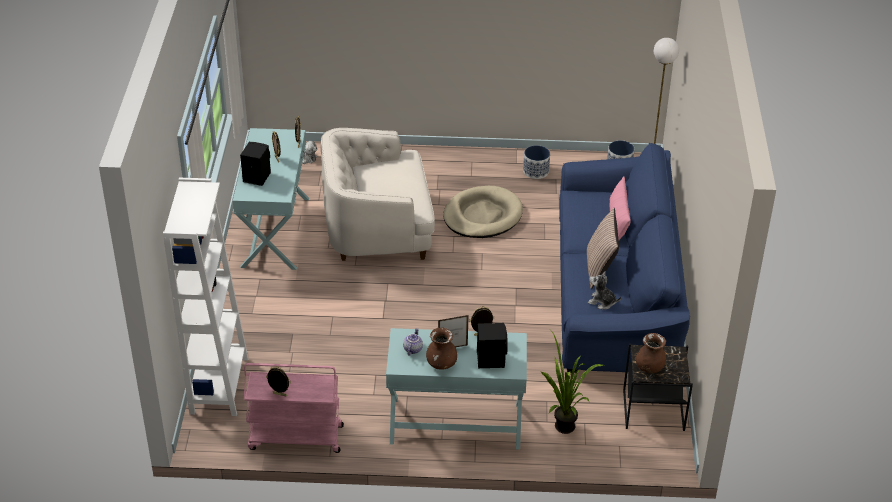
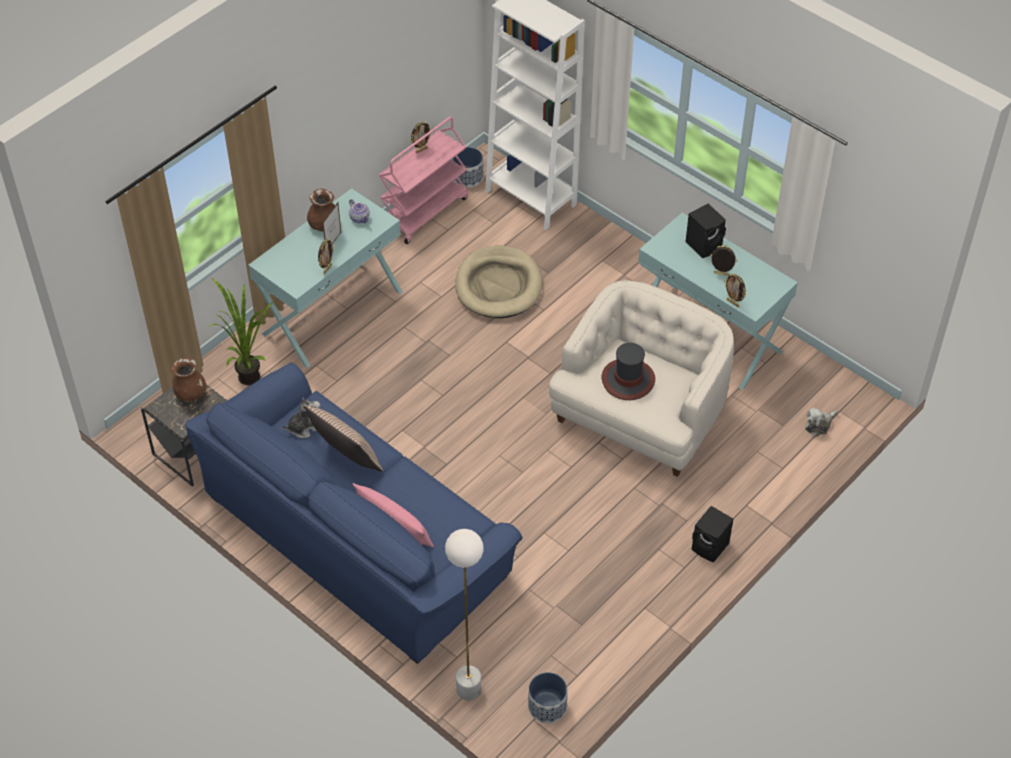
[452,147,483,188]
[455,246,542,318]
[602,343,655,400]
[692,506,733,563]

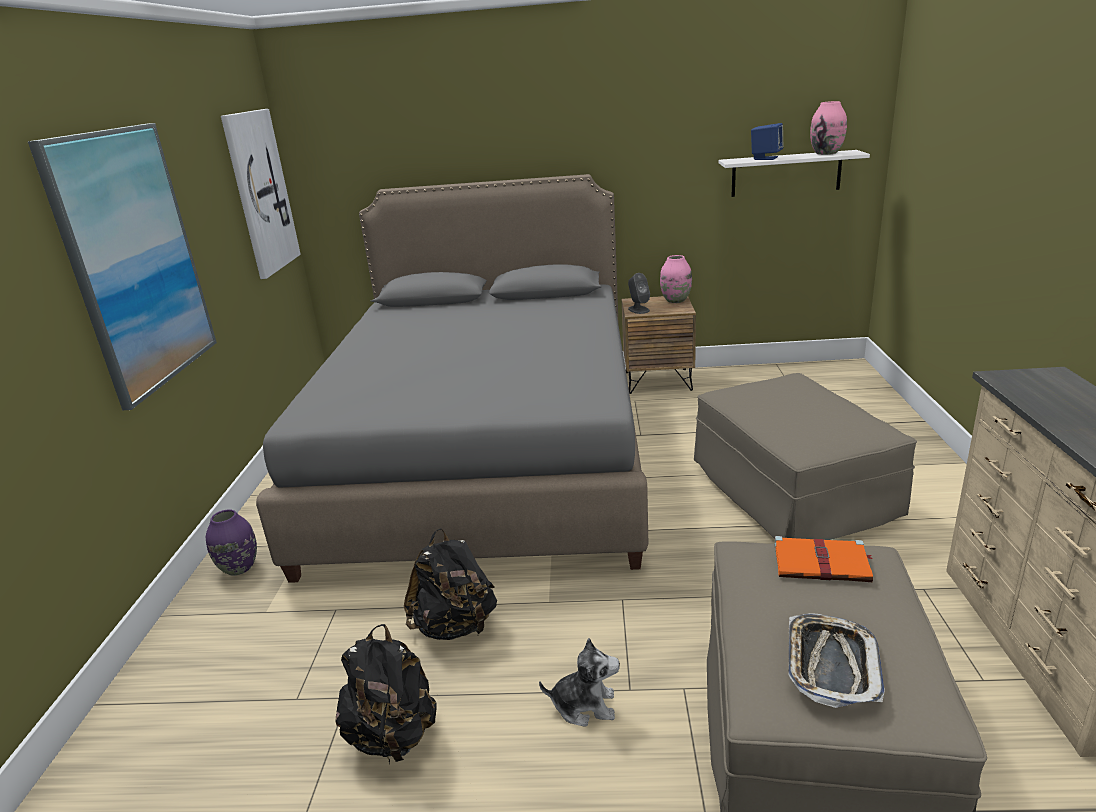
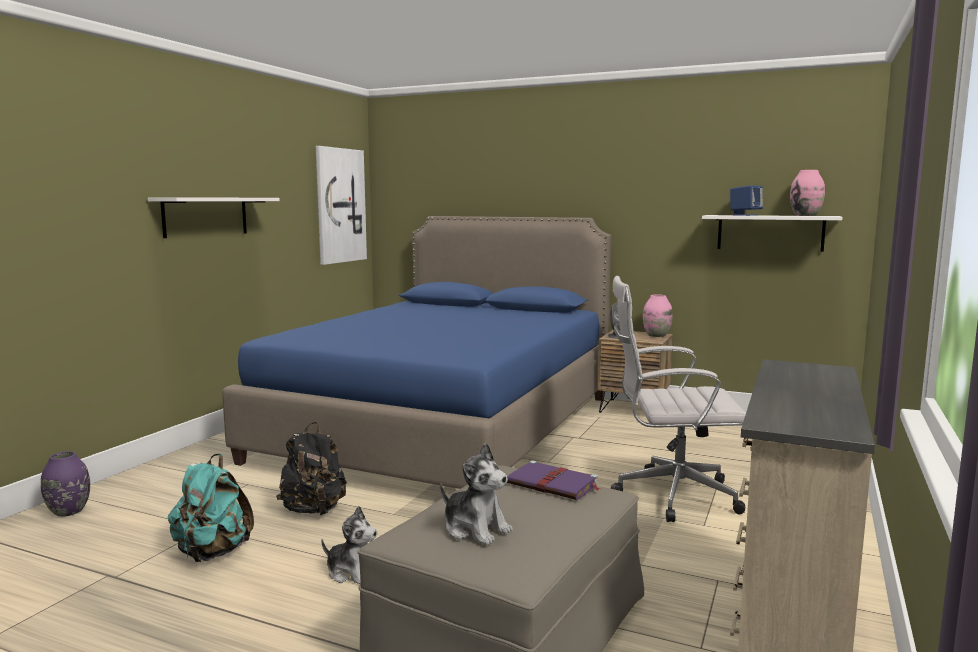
[41,451,90,517]
[148,197,280,238]
[168,454,254,562]
[222,216,611,489]
[440,443,513,545]
[507,460,600,500]
[611,276,746,522]

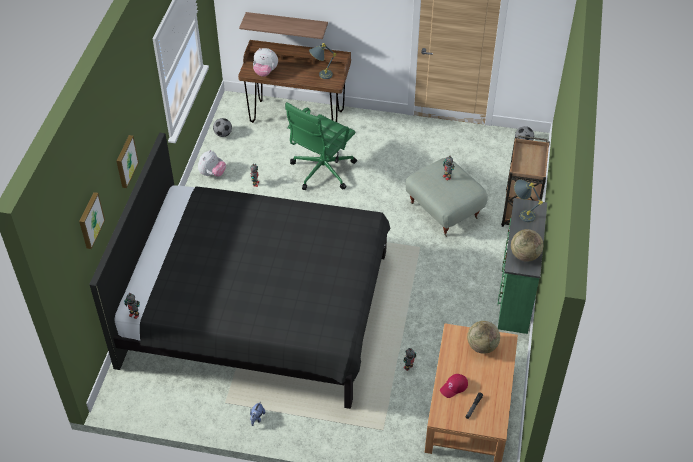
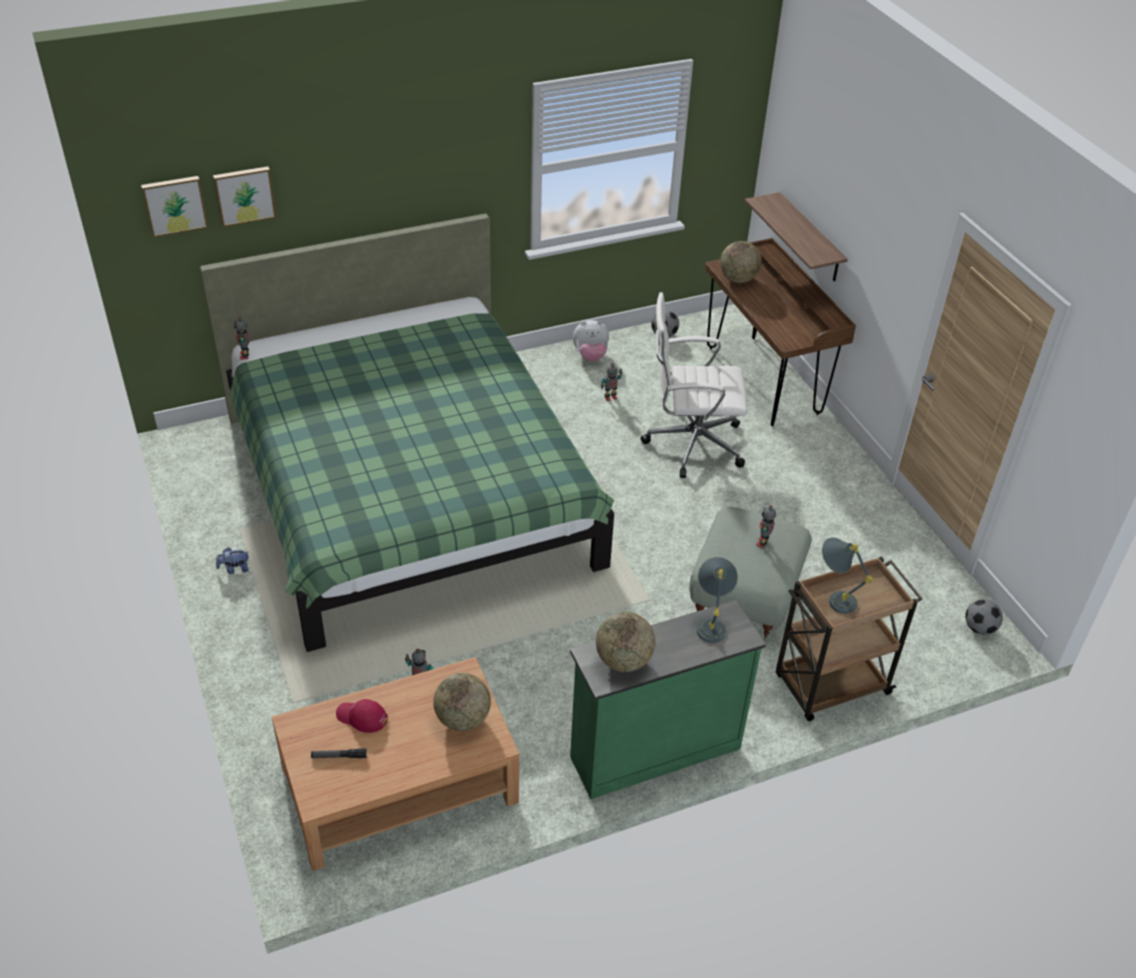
[141,176,208,237]
[200,214,614,652]
[641,292,747,478]
[720,241,762,283]
[822,537,873,614]

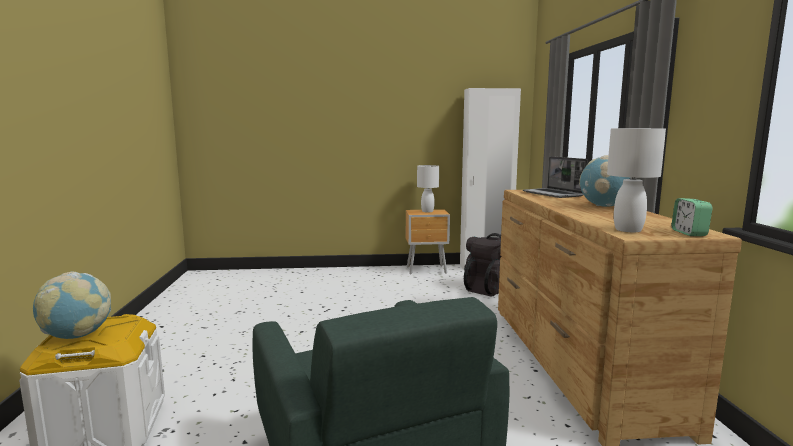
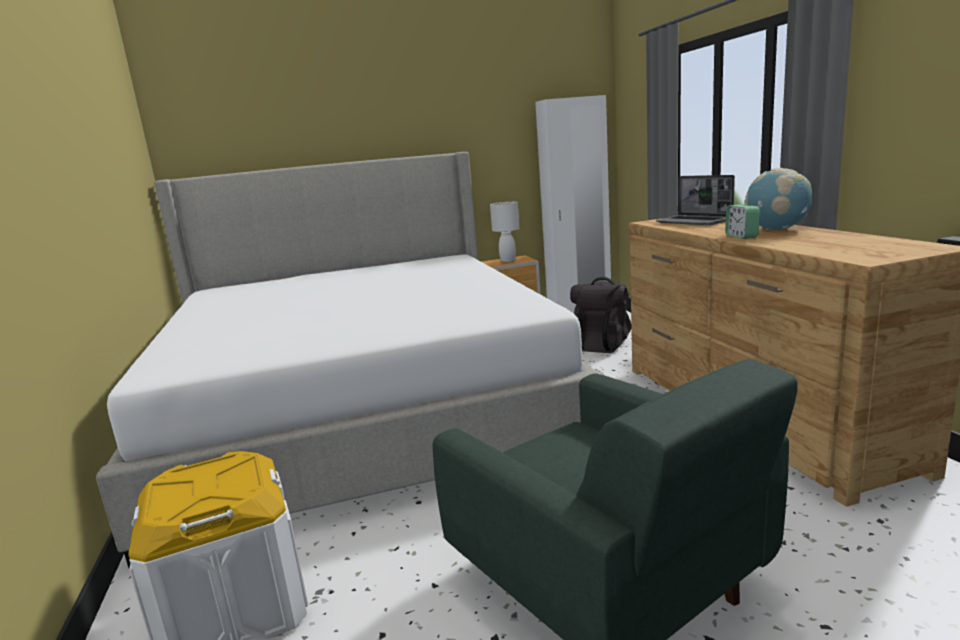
[96,152,605,568]
[725,204,760,239]
[33,272,111,339] (first image)
[607,128,666,232] (first image)

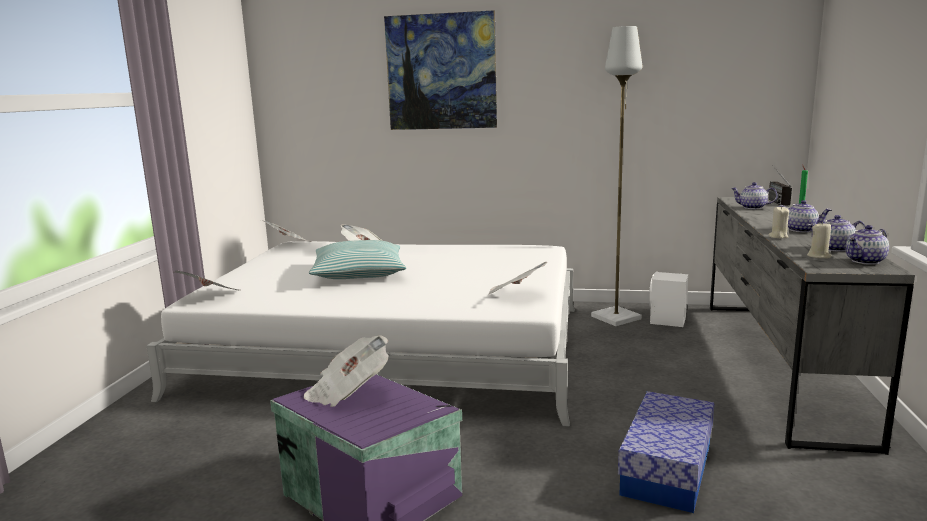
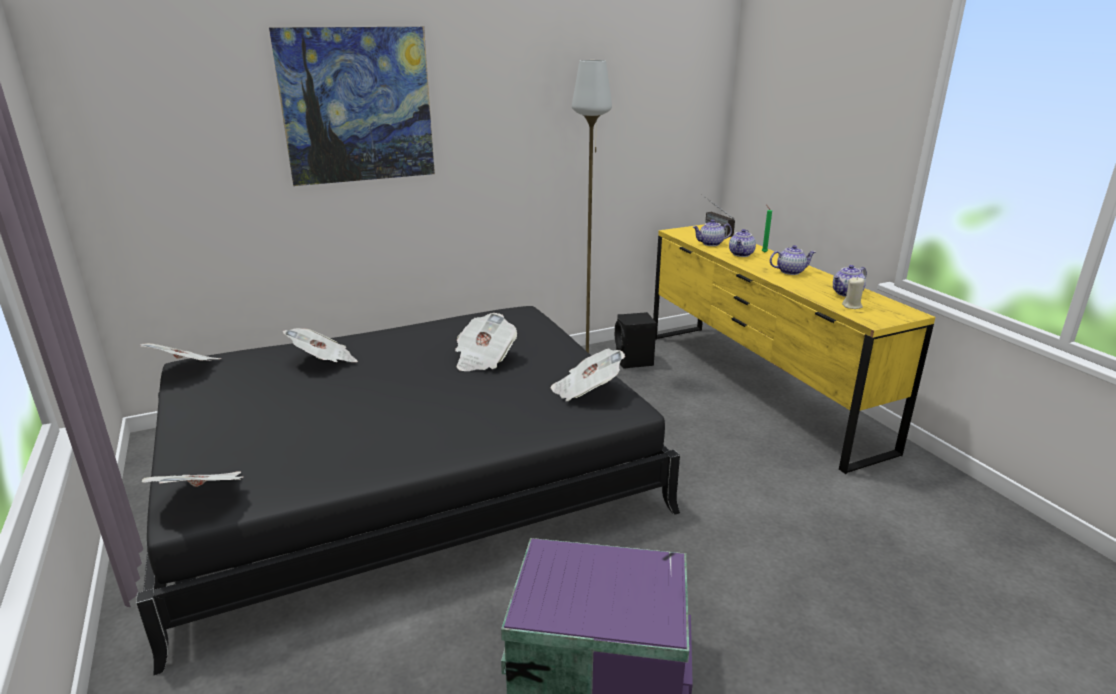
[136,306,680,676]
[455,313,517,371]
[615,312,656,369]
[653,224,935,474]
[729,229,756,257]
[309,240,406,279] (first image)
[618,391,714,513] (first image)
[769,206,789,239] (first image)

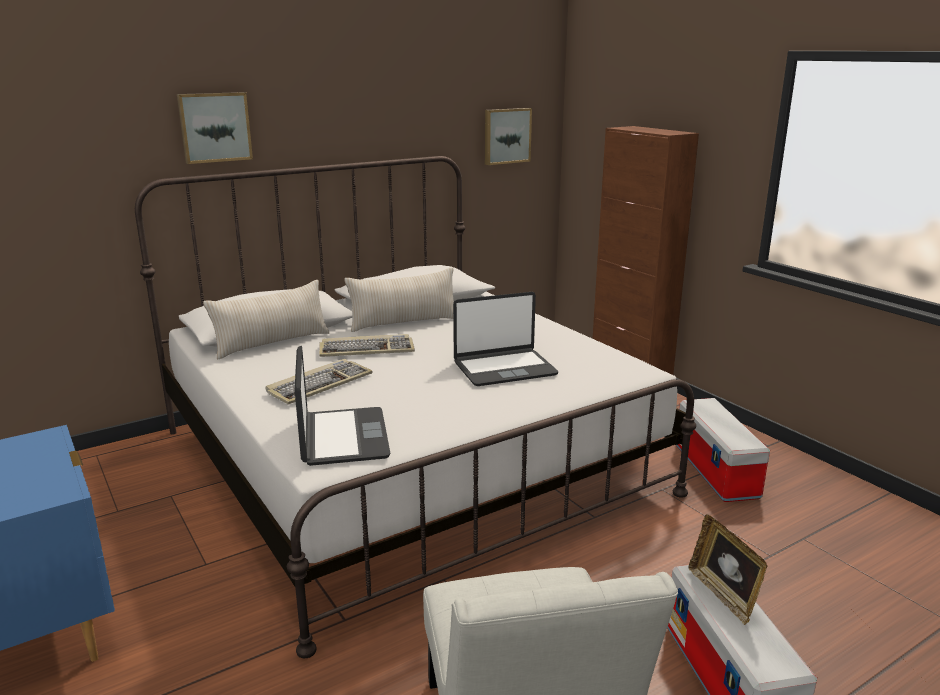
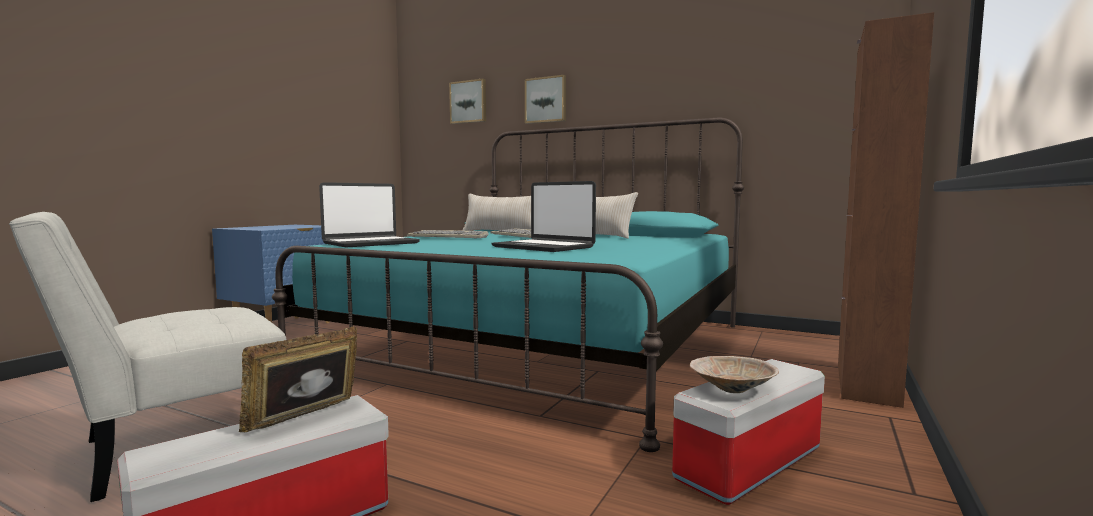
[272,118,744,452]
[449,79,486,124]
[690,356,779,393]

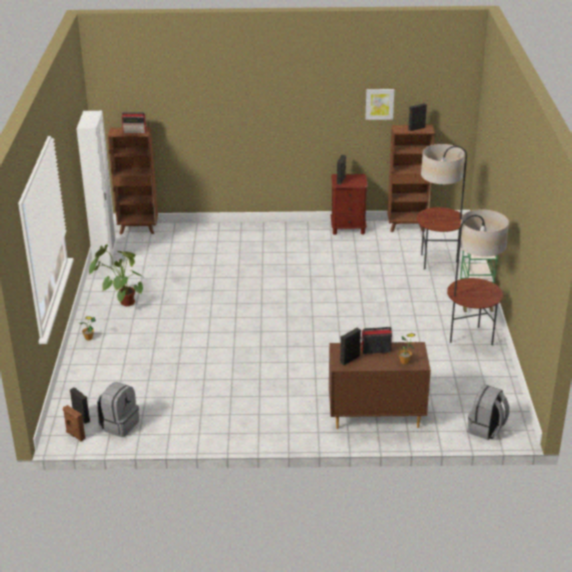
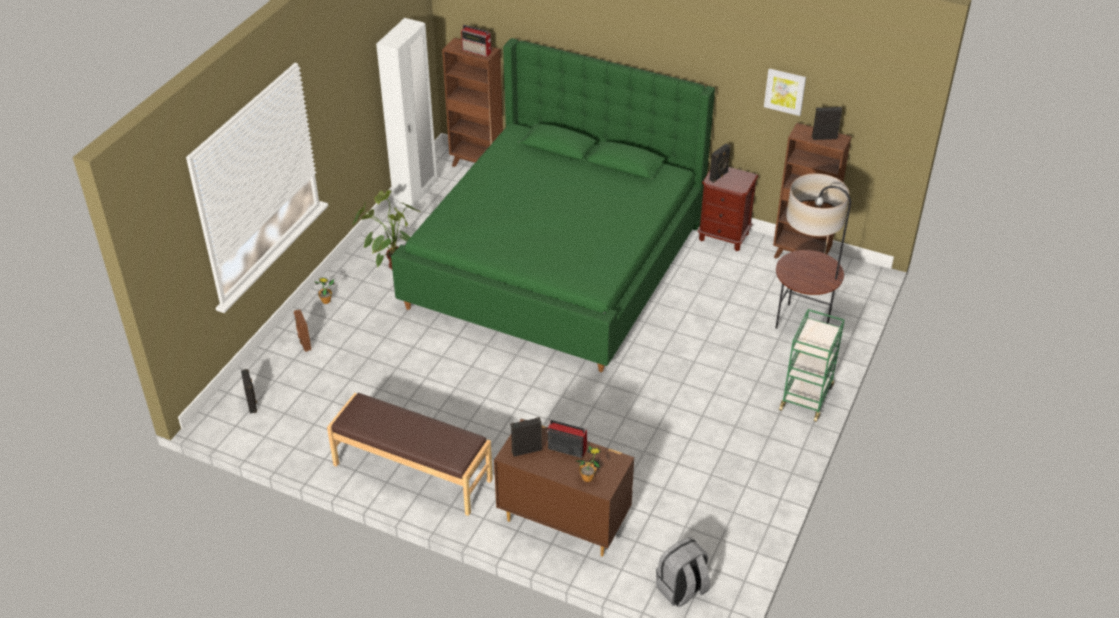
[294,310,312,352]
[327,393,493,516]
[391,38,715,372]
[97,382,139,437] (first image)
[447,209,509,345] (first image)

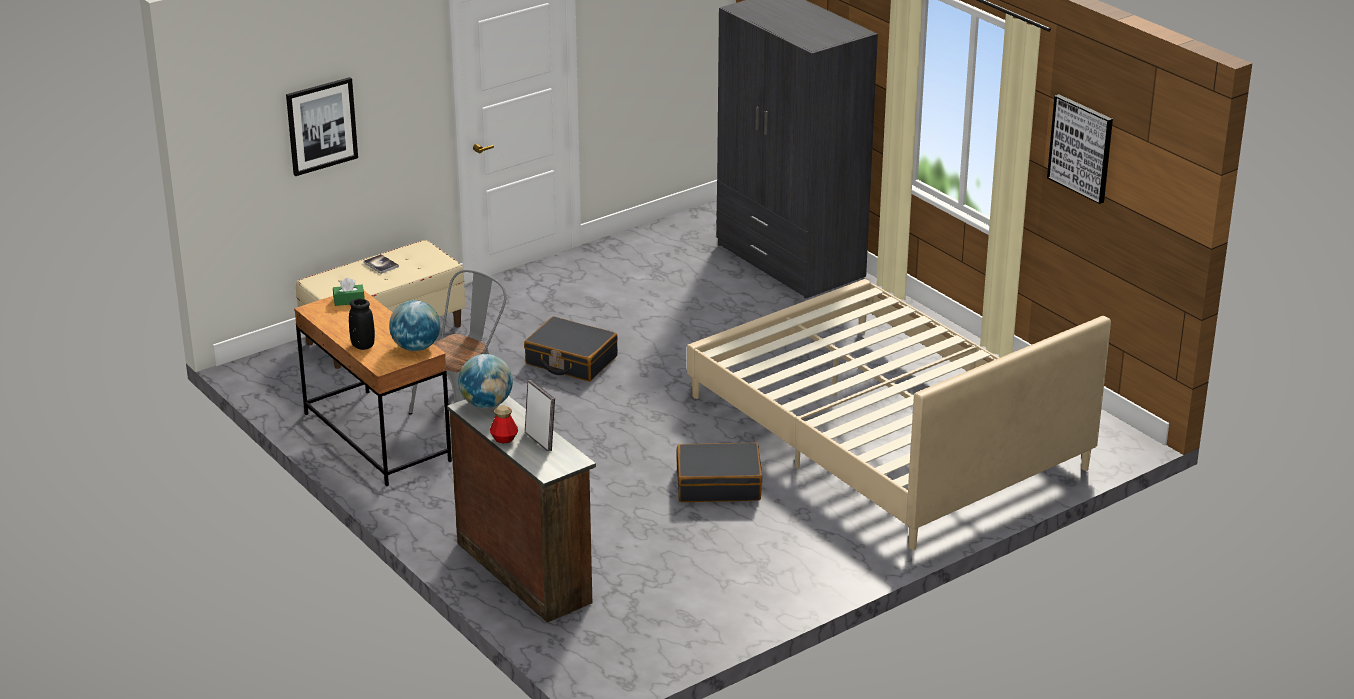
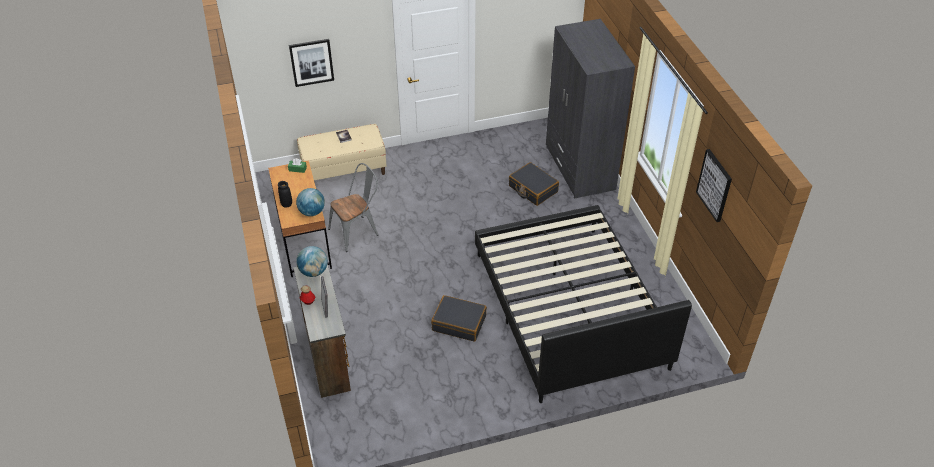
[475,205,692,403]
[509,162,559,206]

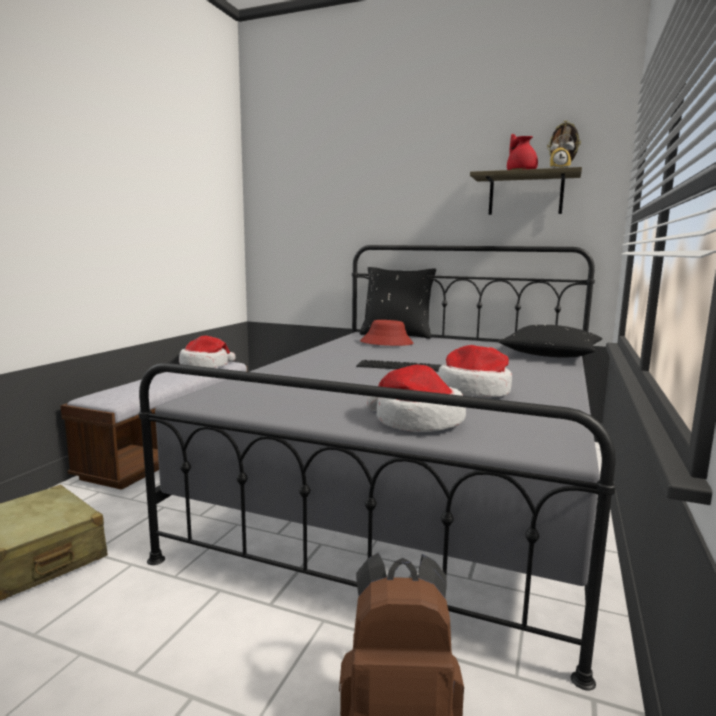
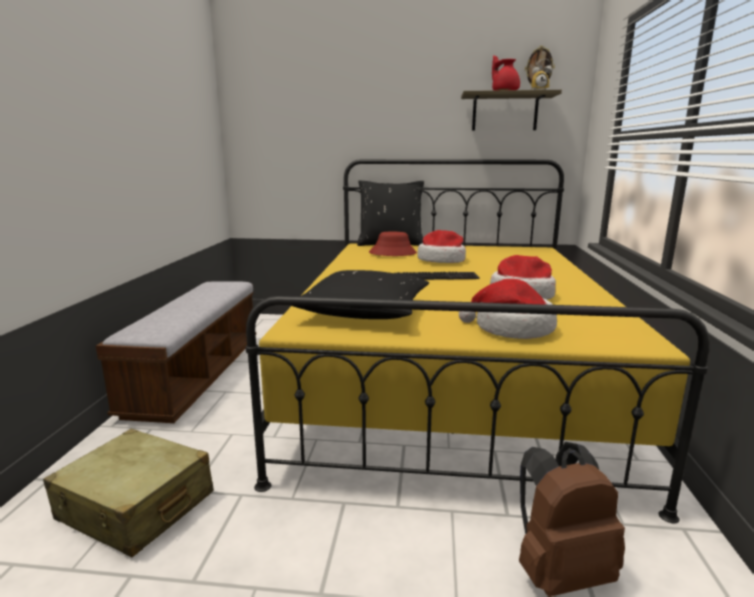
[246,159,710,523]
[291,270,429,319]
[417,230,466,263]

